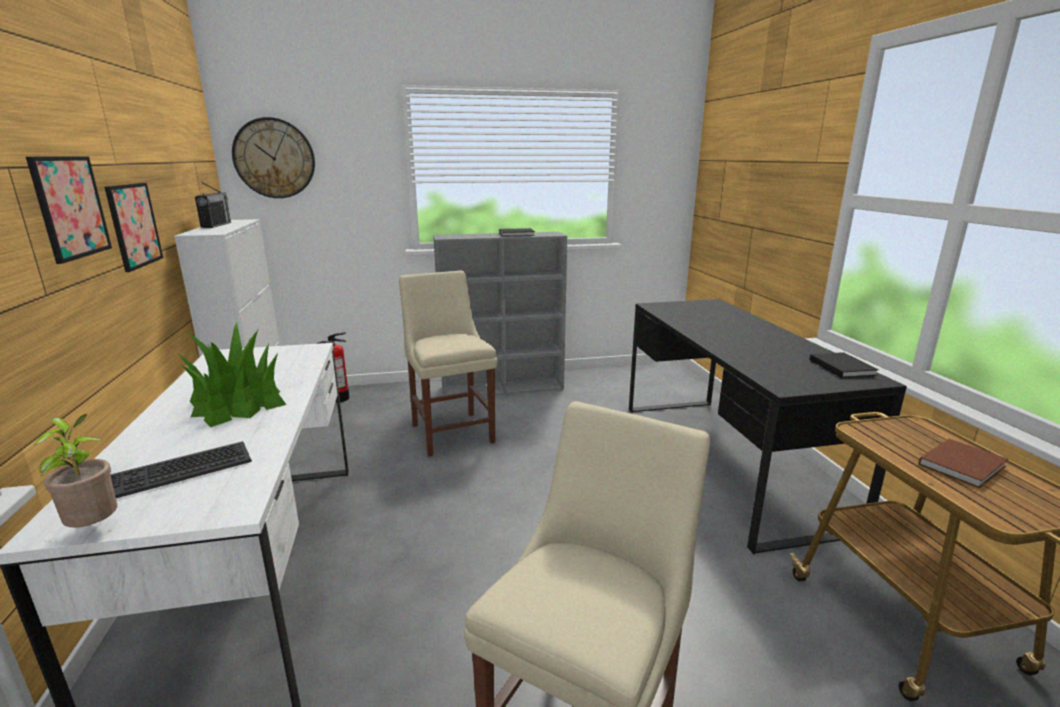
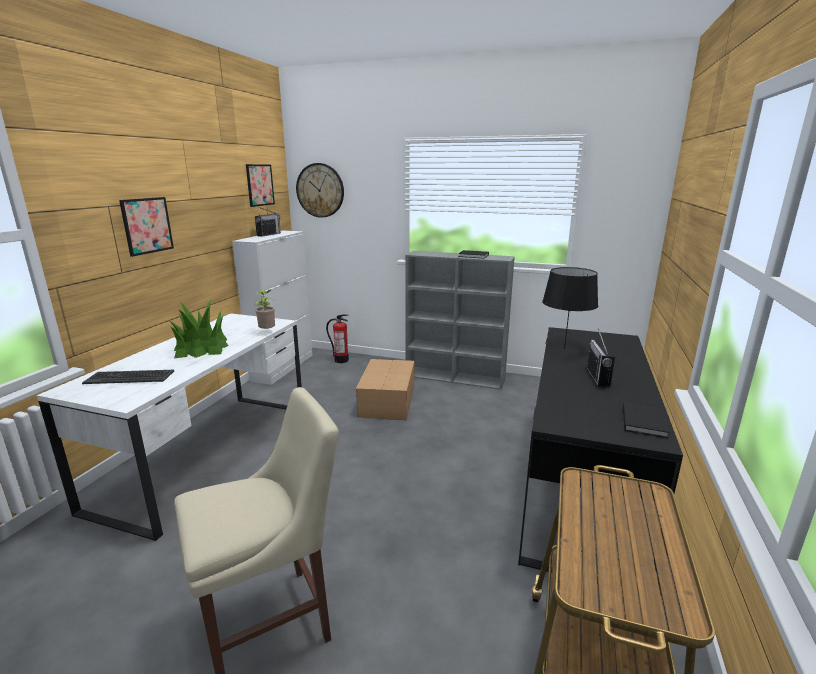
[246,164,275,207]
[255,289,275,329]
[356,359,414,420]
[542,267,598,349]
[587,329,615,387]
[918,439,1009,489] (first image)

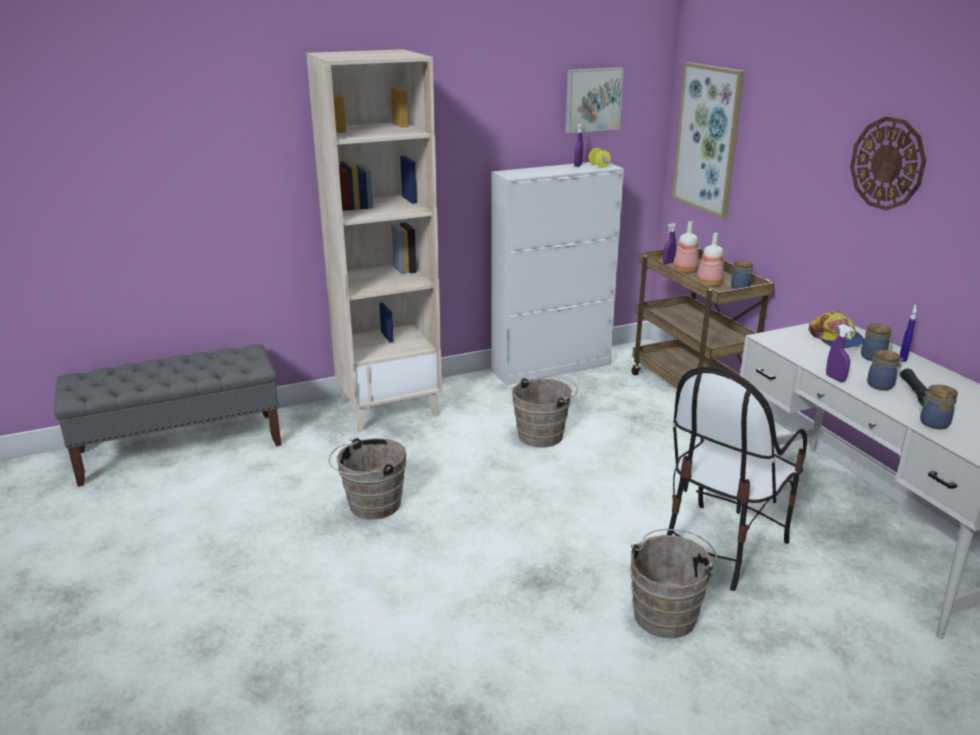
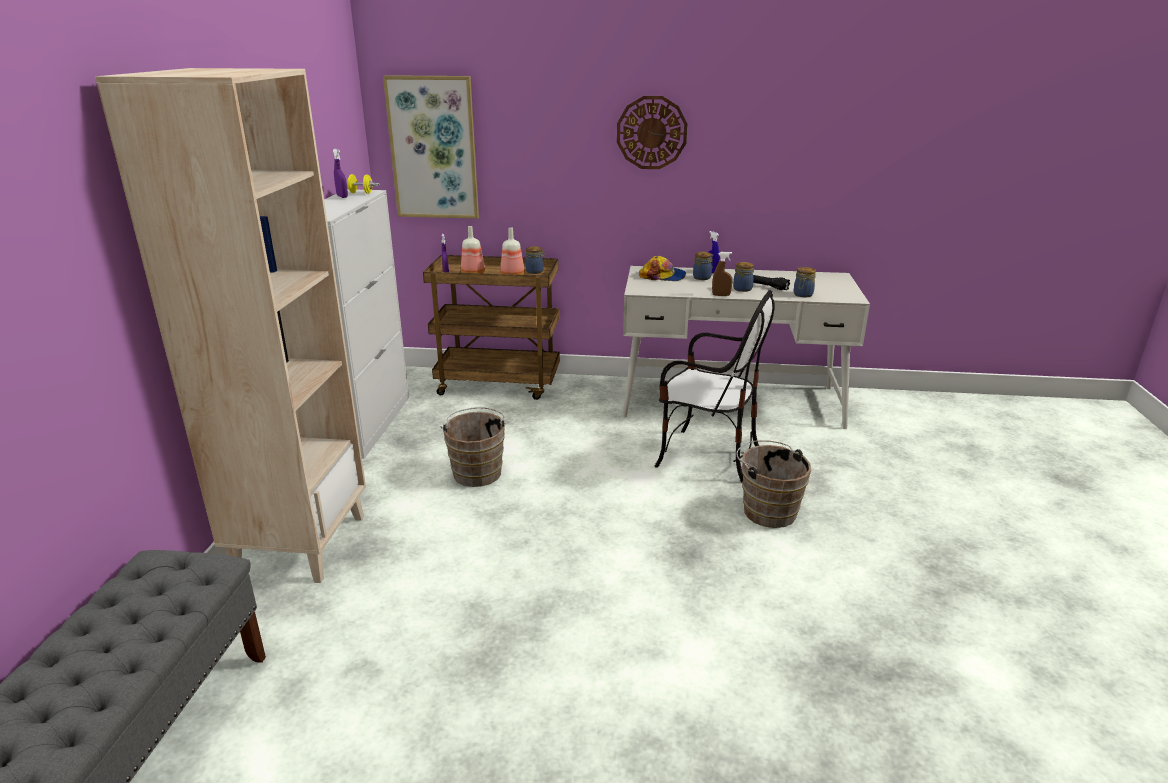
[655,290,775,482]
[712,252,733,296]
[329,438,407,520] (first image)
[565,67,624,133] (first image)

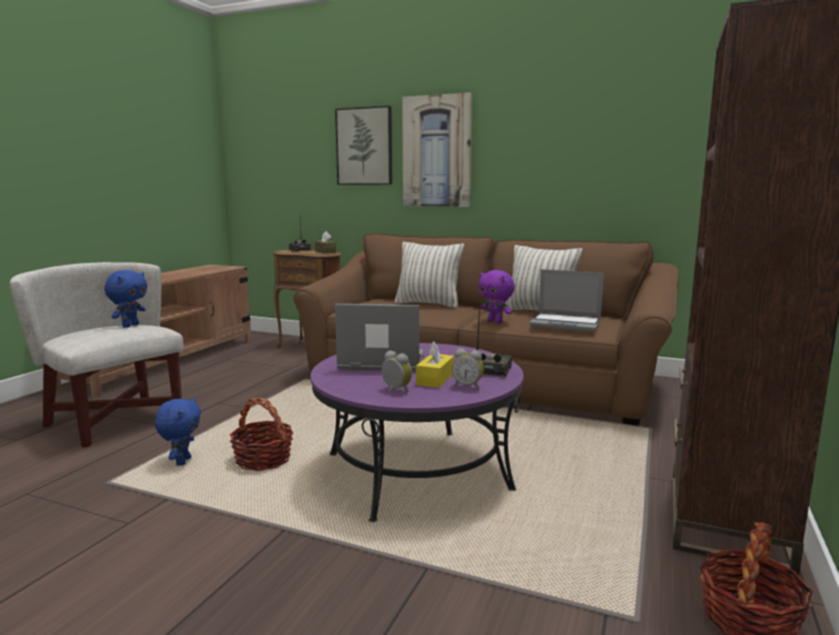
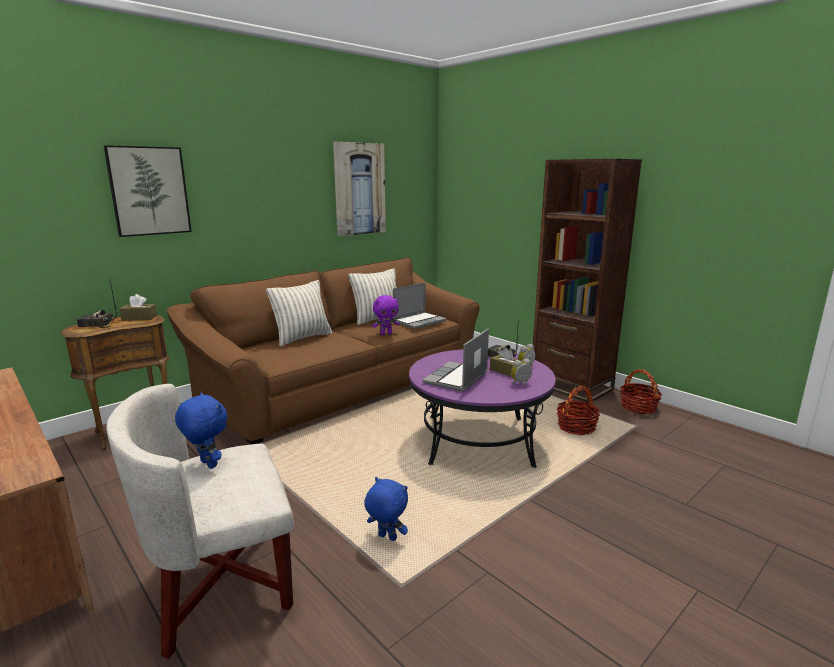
[333,142,386,236]
[490,348,524,377]
[557,386,600,435]

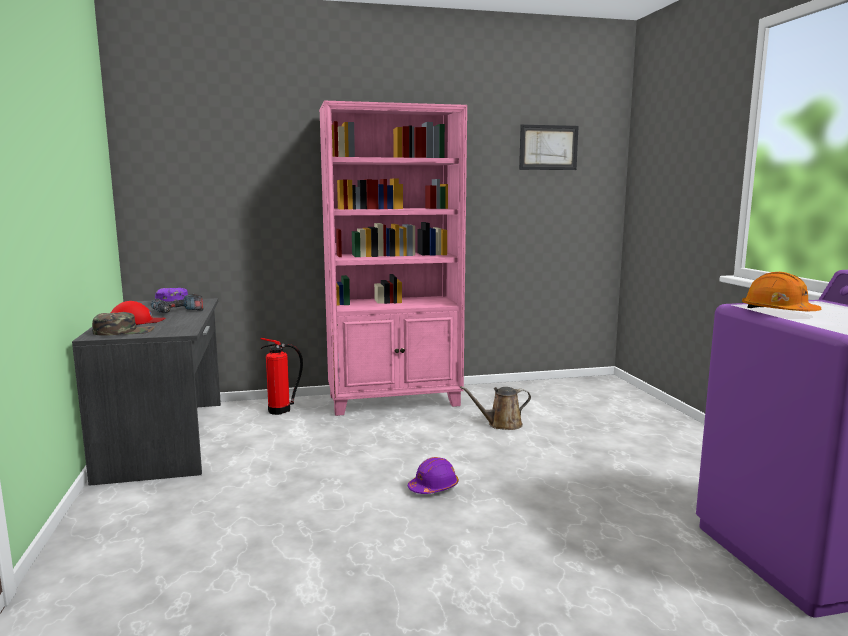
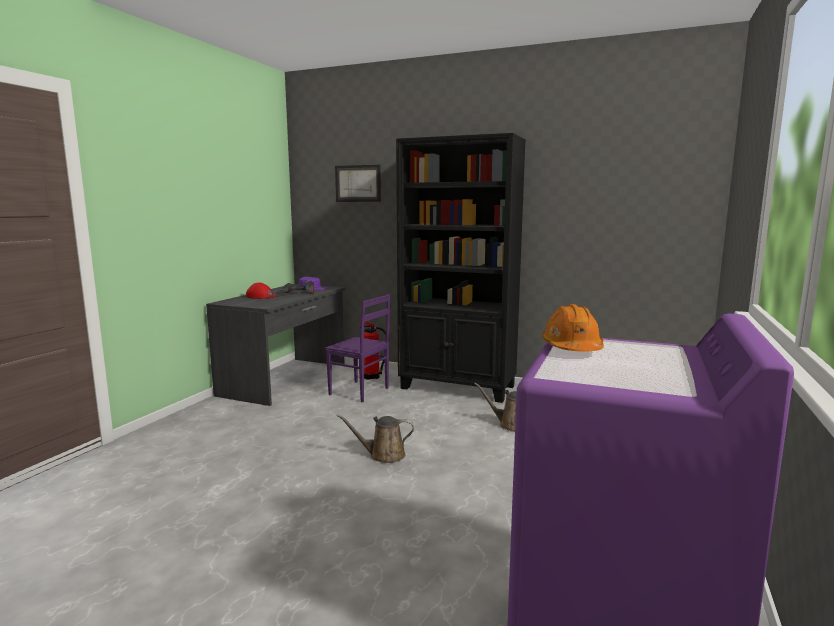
[325,294,390,402]
[335,165,381,202]
[337,414,414,463]
[396,133,526,403]
[92,312,155,336] (first image)

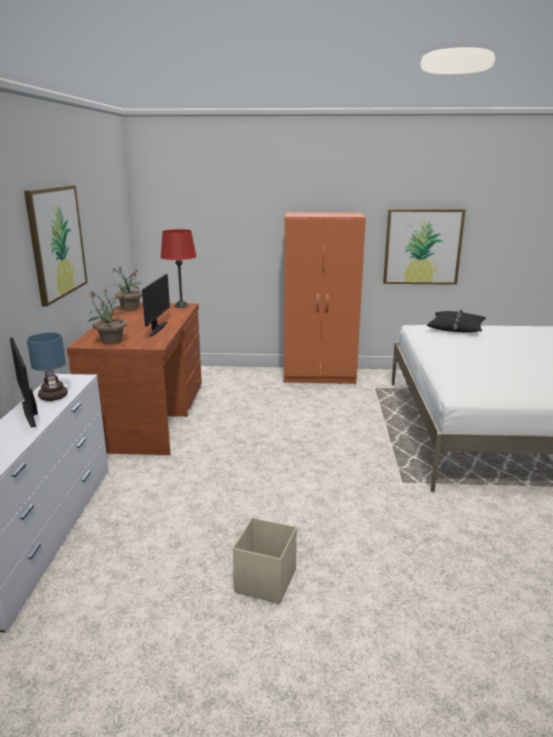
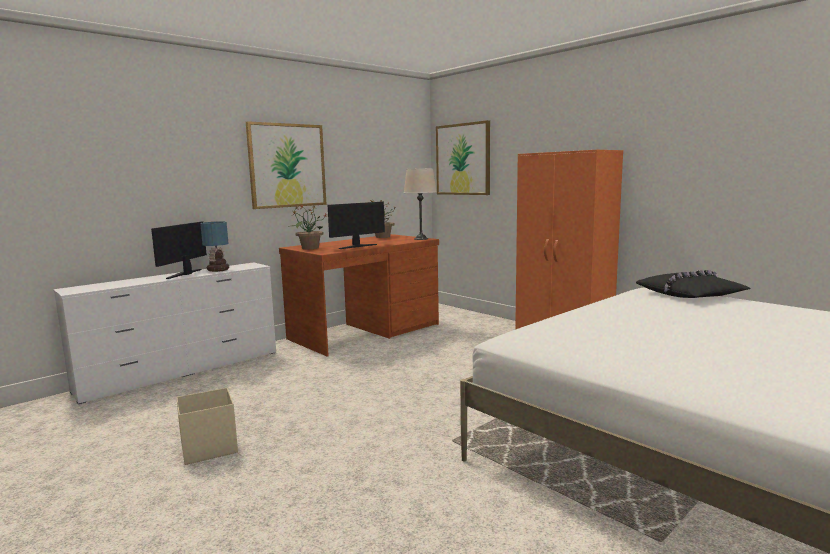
[404,168,437,240]
[436,120,490,195]

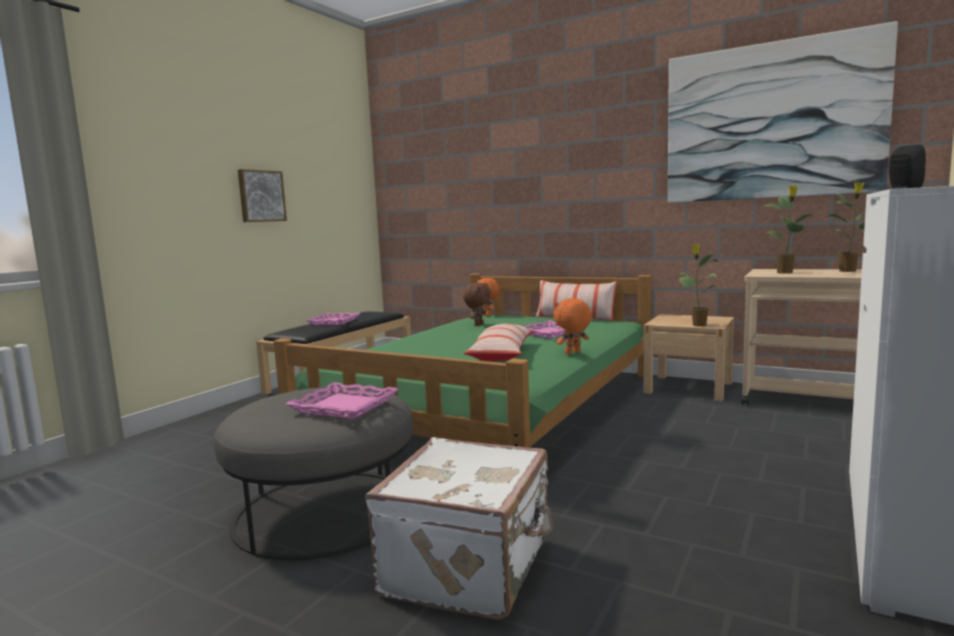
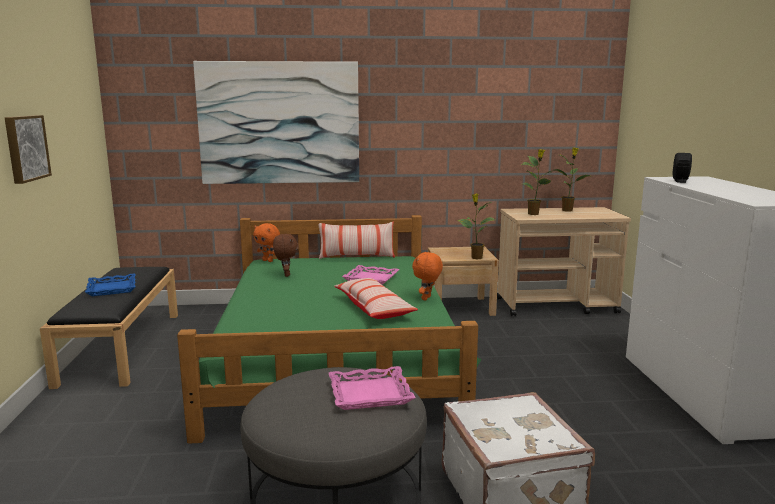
[85,274,136,296]
[193,61,359,184]

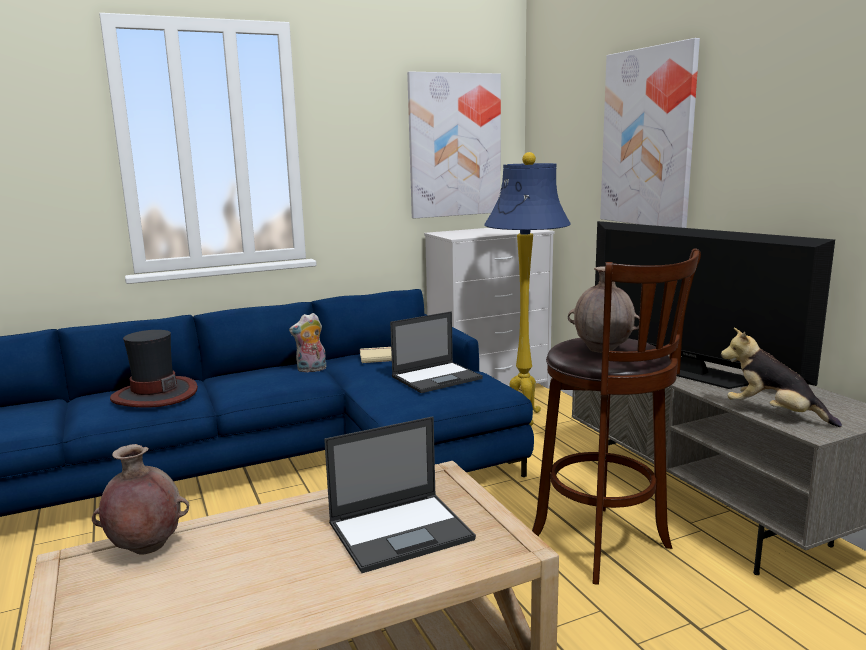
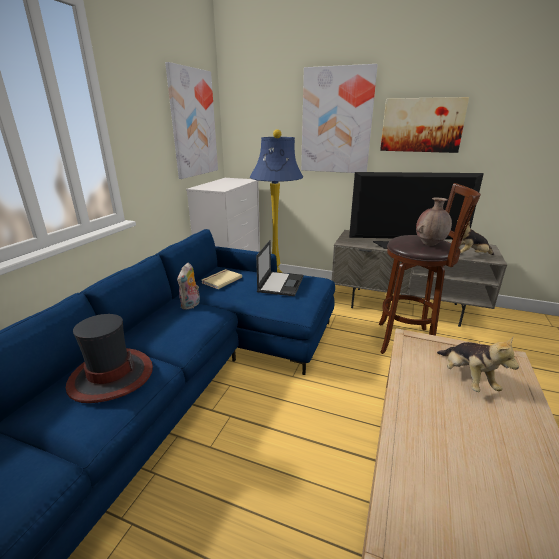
[380,97,469,153]
[437,337,519,392]
[92,444,189,555] (first image)

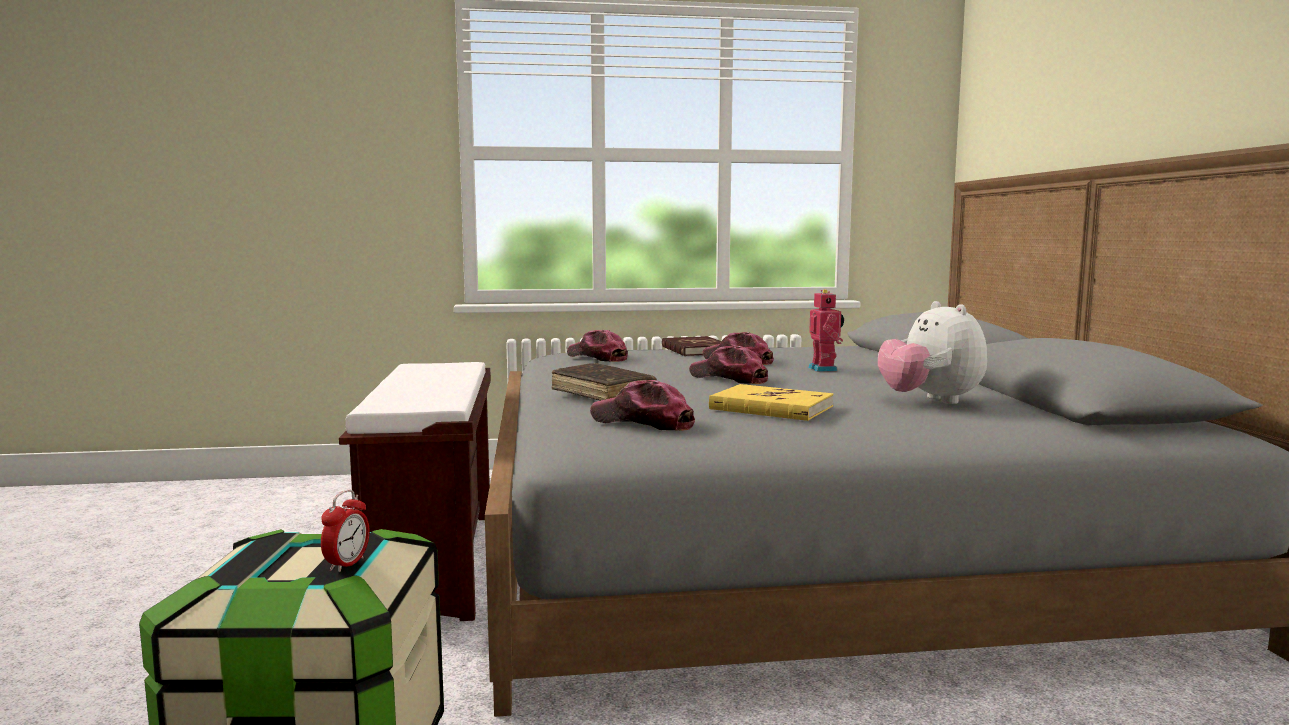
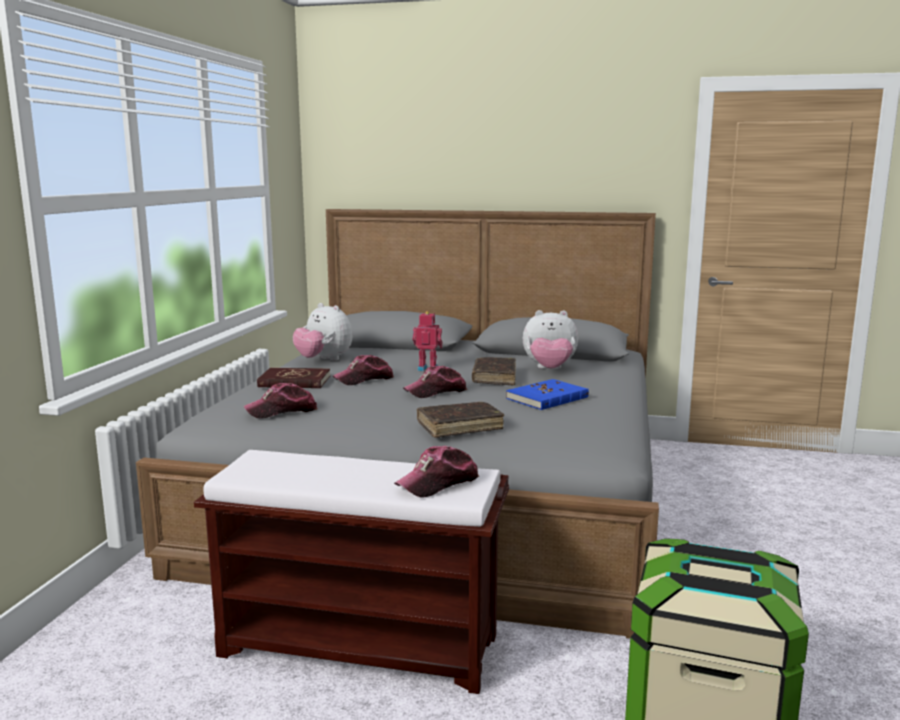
[293,303,352,361]
[394,446,479,498]
[472,357,516,385]
[506,379,589,410]
[321,490,370,572] (first image)

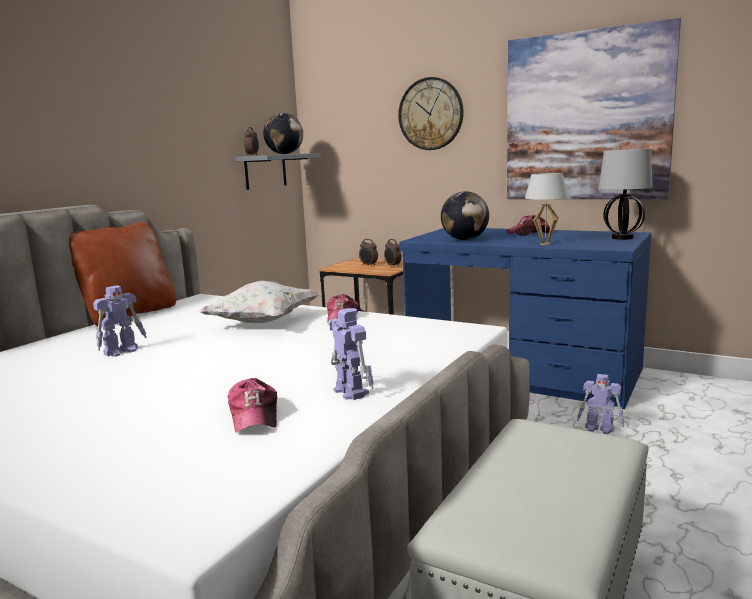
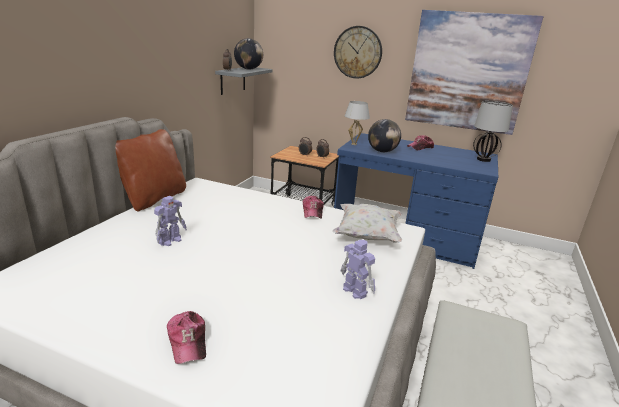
[167,311,206,364]
[332,204,403,243]
[345,101,370,145]
[577,374,624,434] (first image)

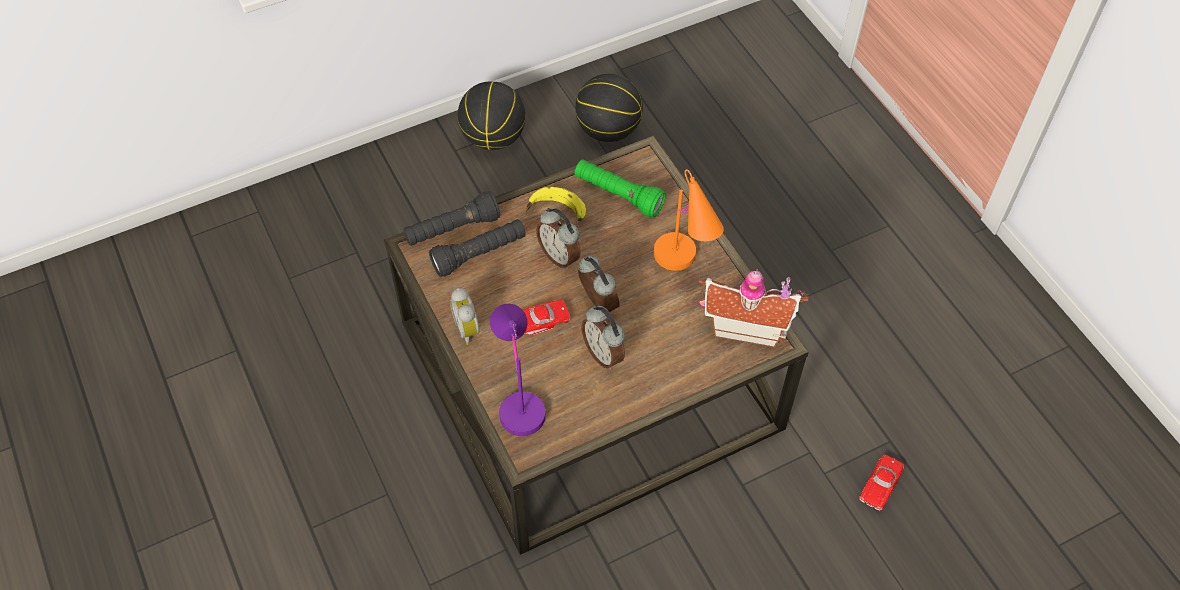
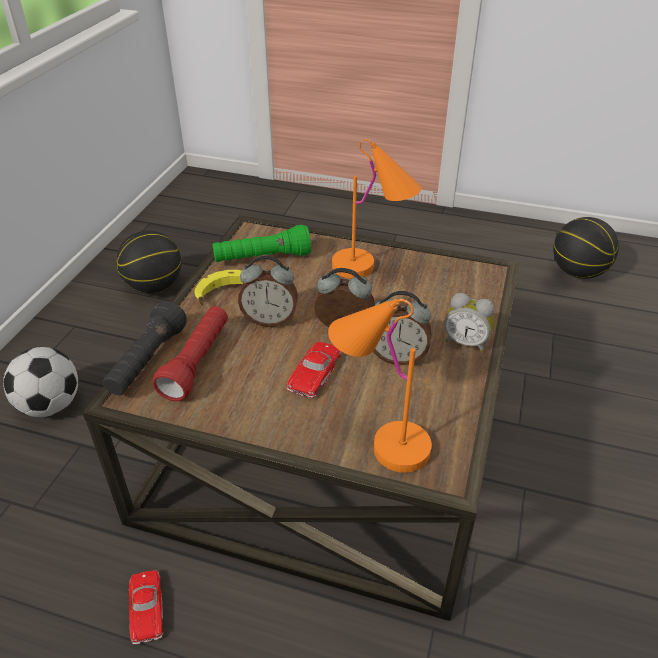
[3,347,78,417]
[129,570,163,644]
[153,306,228,401]
[328,299,432,473]
[444,293,495,352]
[553,217,619,279]
[698,270,809,347] (first image)

